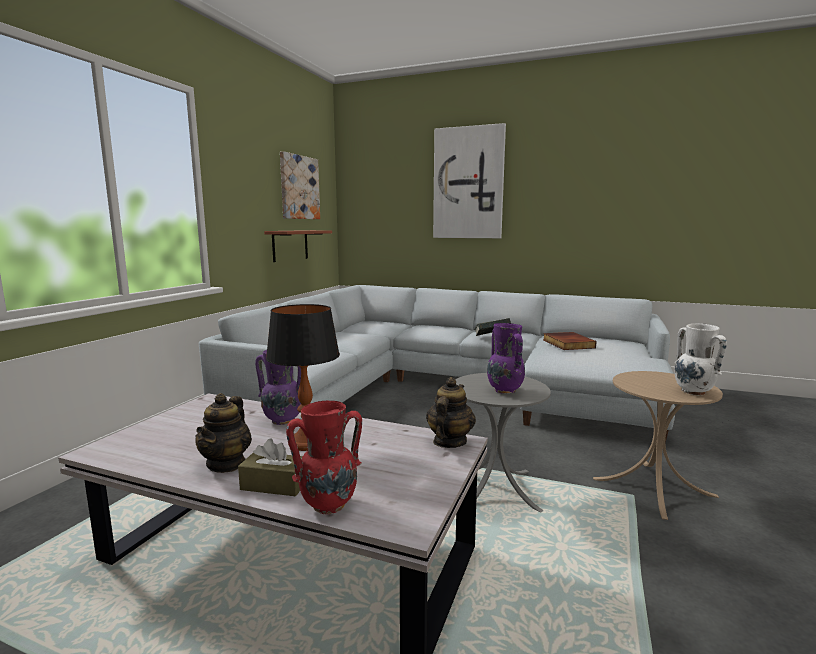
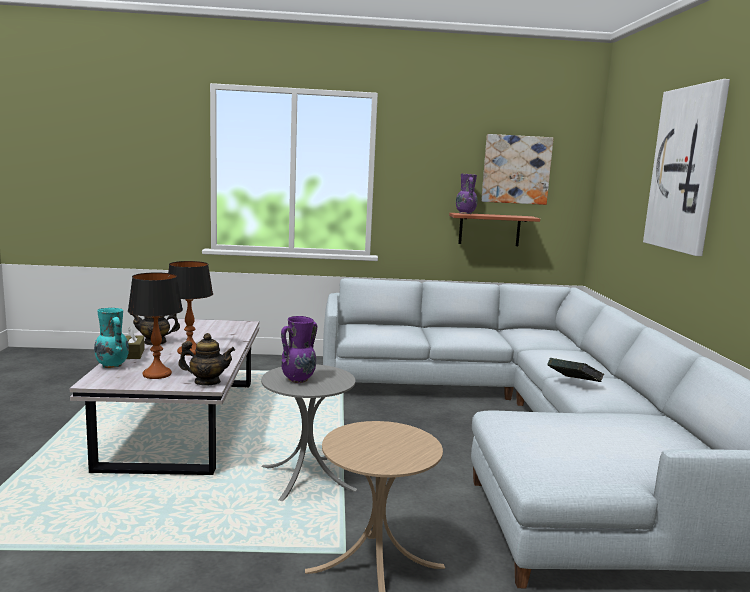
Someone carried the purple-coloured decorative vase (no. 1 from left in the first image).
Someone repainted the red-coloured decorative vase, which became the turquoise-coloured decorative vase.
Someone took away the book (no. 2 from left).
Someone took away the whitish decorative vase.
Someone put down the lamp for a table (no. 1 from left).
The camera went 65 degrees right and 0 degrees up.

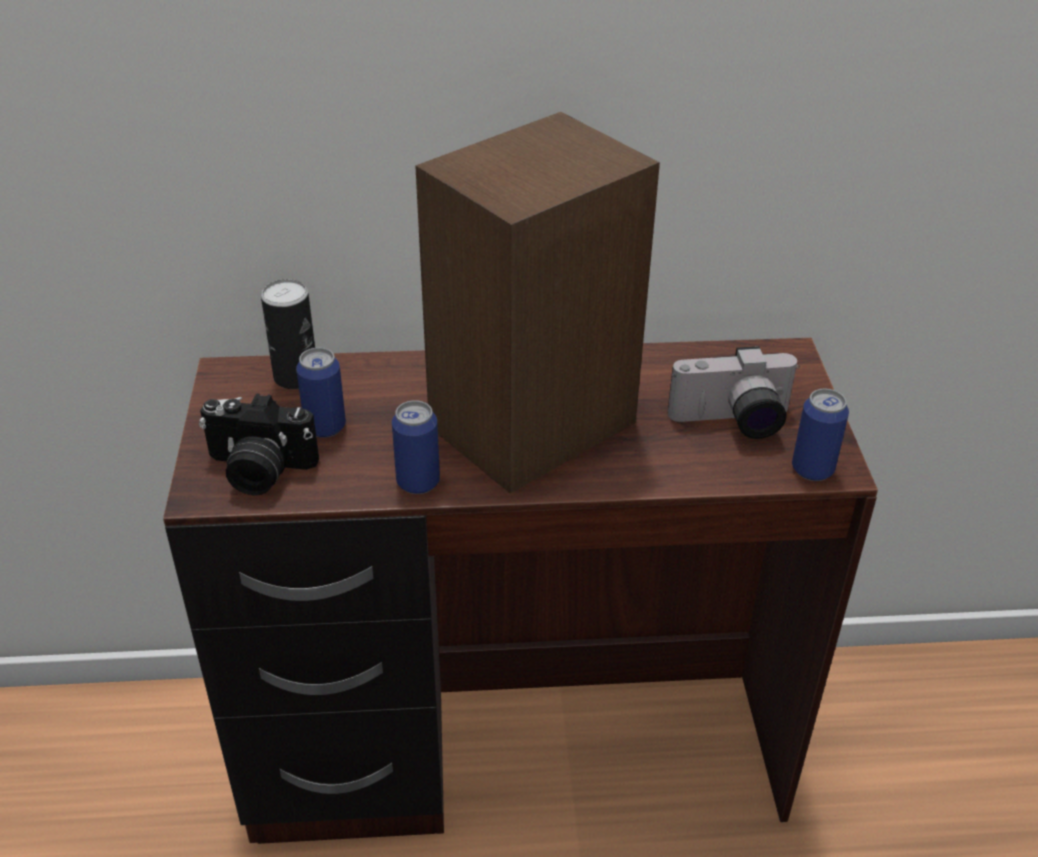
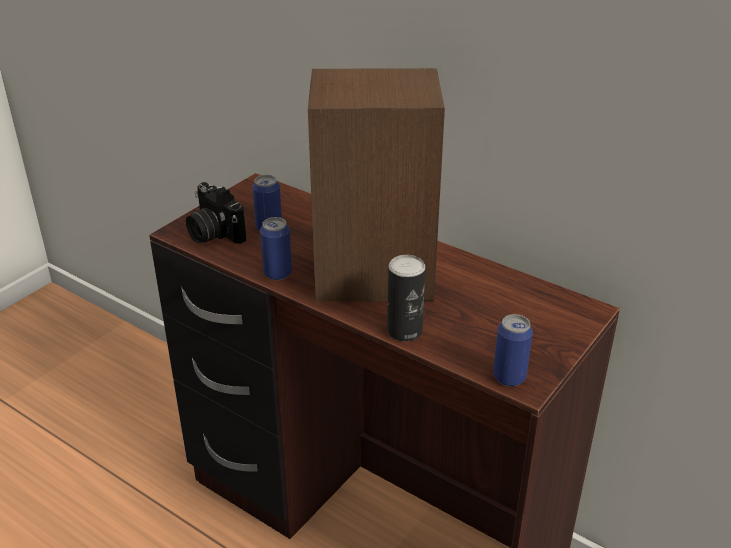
Someone carried the metal can (no. 1 from left in the first image).
Someone took away the still camera (no. 2 from left).
The camera went 40 degrees right and 5 degrees down.

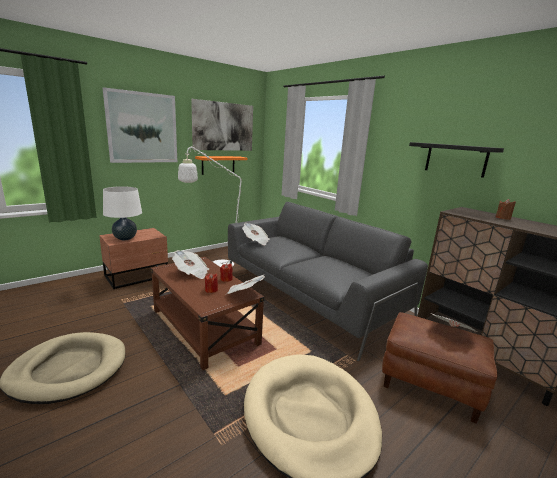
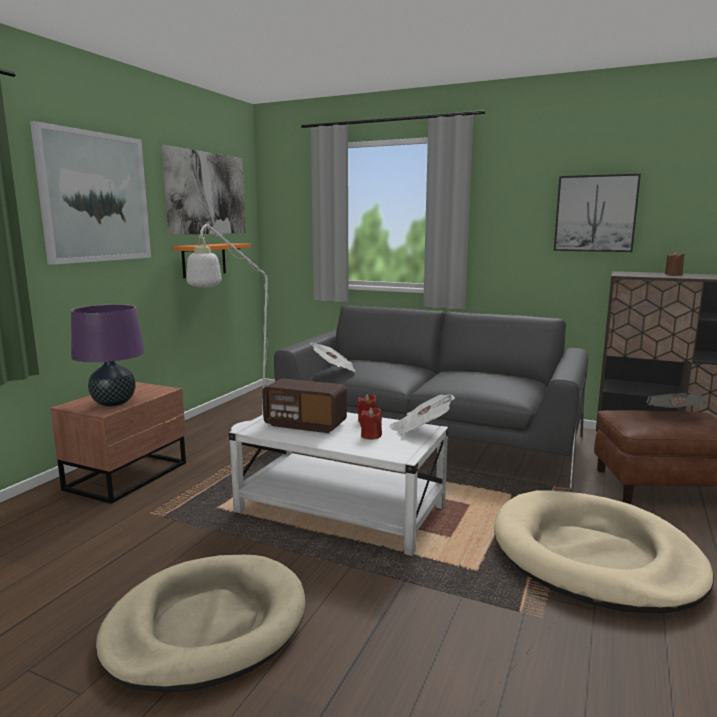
Someone repainted the whitish lamp for a table, which became the purple-coloured lamp for a table.
Someone repainted the brown-coloured lounge table, which became the whitish lounge table.
Someone swapped the printed paper (no. 1 from left) for the radio set.
Someone swapped the black bracket shelf for the wall art (no. 3 from left).
The camera went 25 degrees left and 5 degrees down.

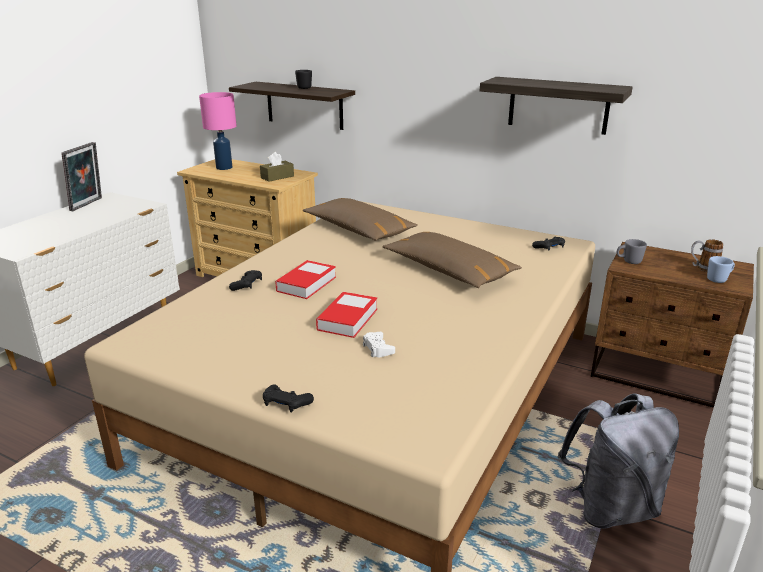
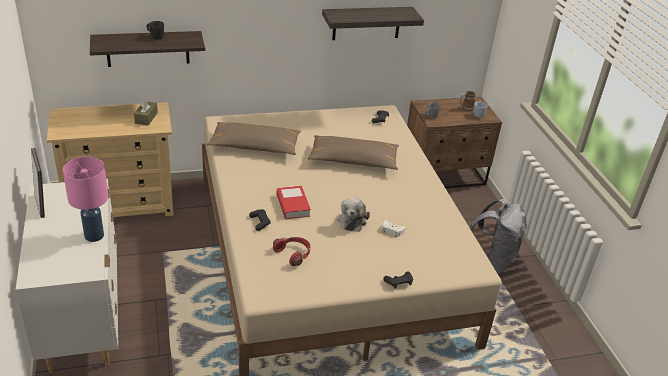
Someone carried the pink lamp for a table.
Someone swapped the book (no. 2 from left) for the plush toy.
Someone put down the red-coloured pair of headphones.
The camera went 45 degrees left and 10 degrees up.

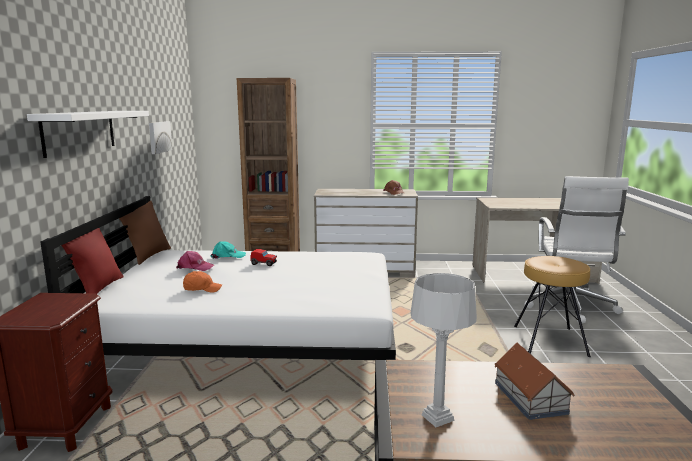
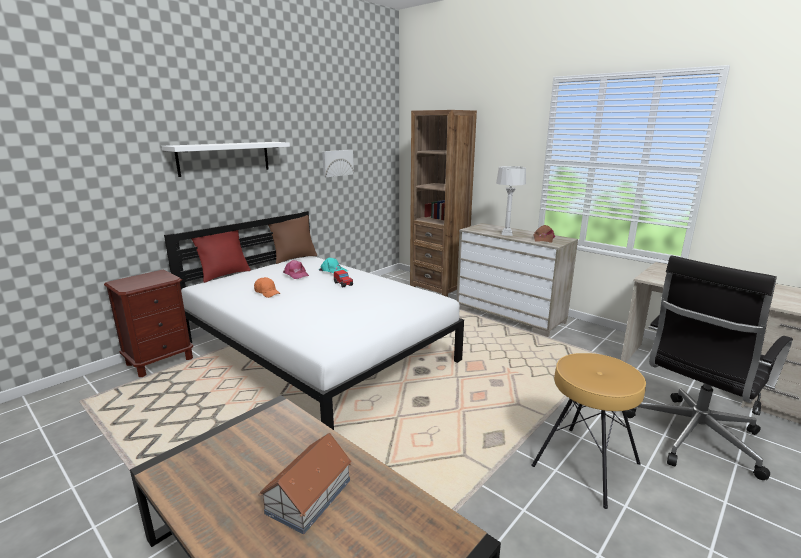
Someone carried the grey lamp for a table.
Someone repainted the whitish office chair, which became the black office chair.
The camera went 40 degrees right and 5 degrees up.

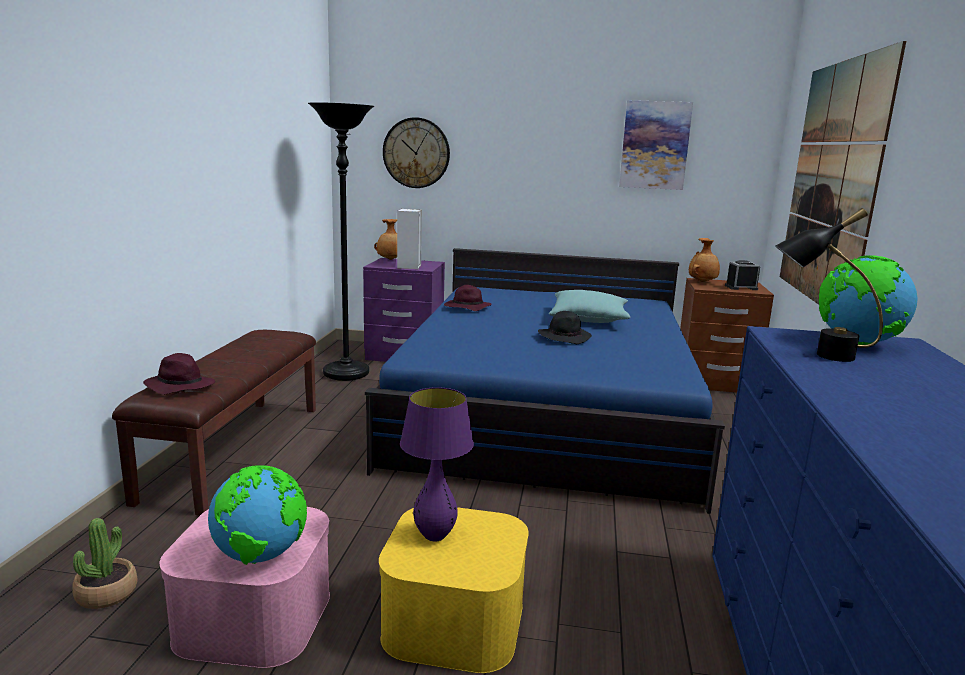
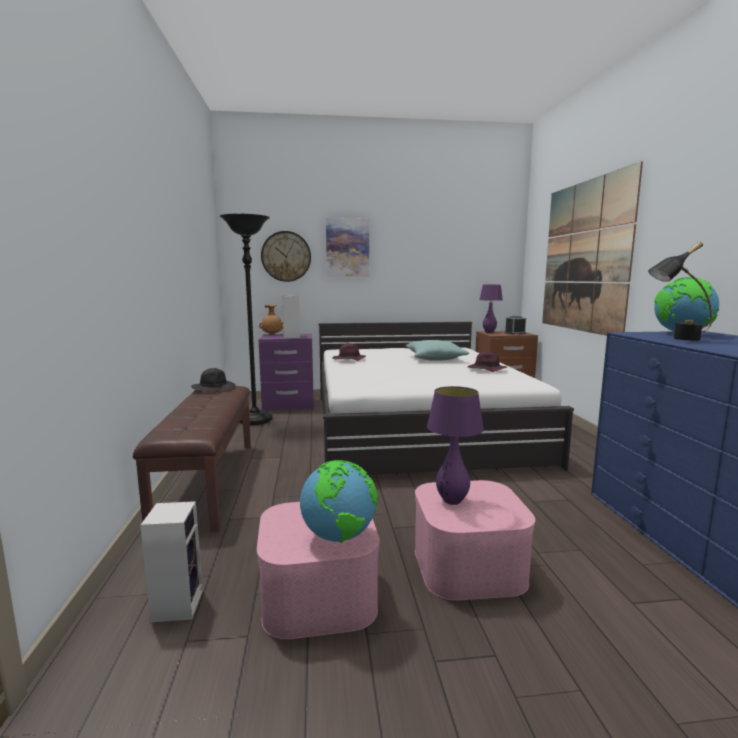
Someone swapped the houseplant for the speaker (no. 1 from left).
Someone carried the purple-coloured clothing hat (no. 1 from left in the first image).
Someone repainted the bluish bed, which became the whitish bed.
Someone repainted the yellow-coloured storage bin, which became the pink storage bin (no. 2 from left).
Someone carried the black clothing hat.
Someone carried the wall art (no. 1 from left).
Someone swapped the brown-coloured decorative vase (no. 2 from left) for the purple-coloured lamp for a table (no. 2 from left).
The camera went 15 degrees left and 5 degrees down.

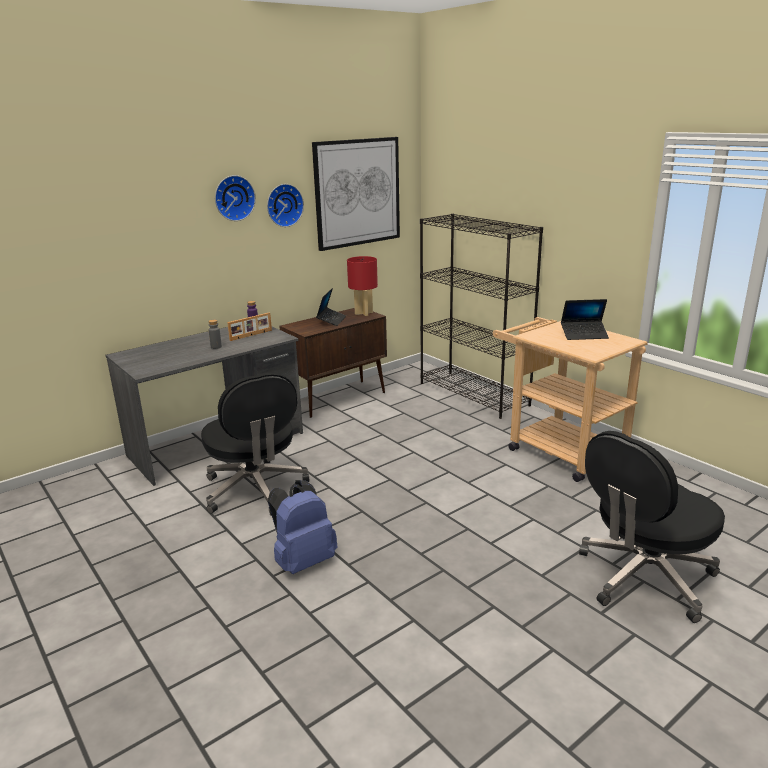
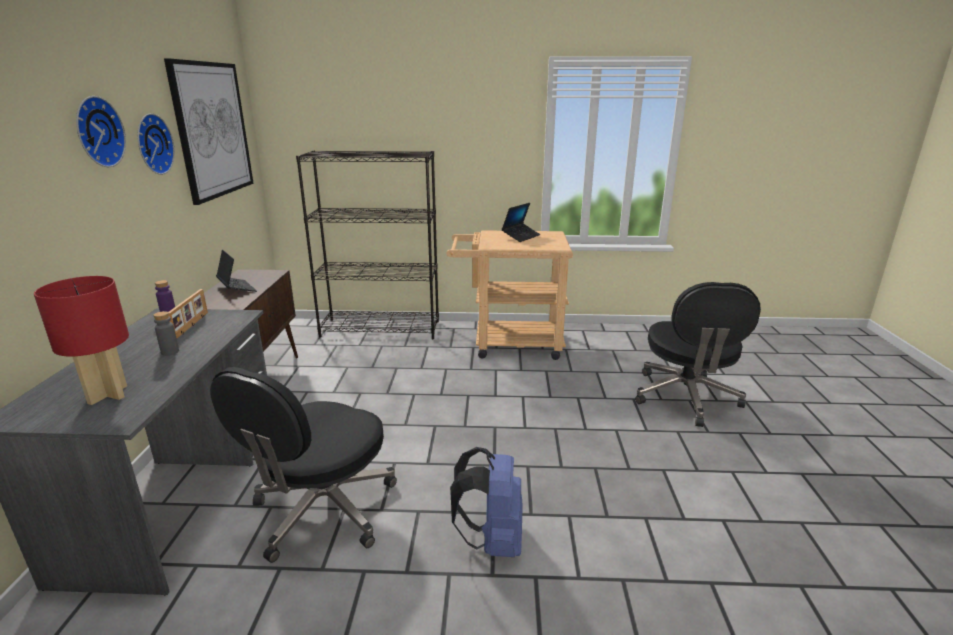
Someone rotated the black office chair (no. 1 from left) by 105 degrees clockwise.
Someone carried the red-coloured lamp for a table.
The camera went 50 degrees left and 0 degrees up.

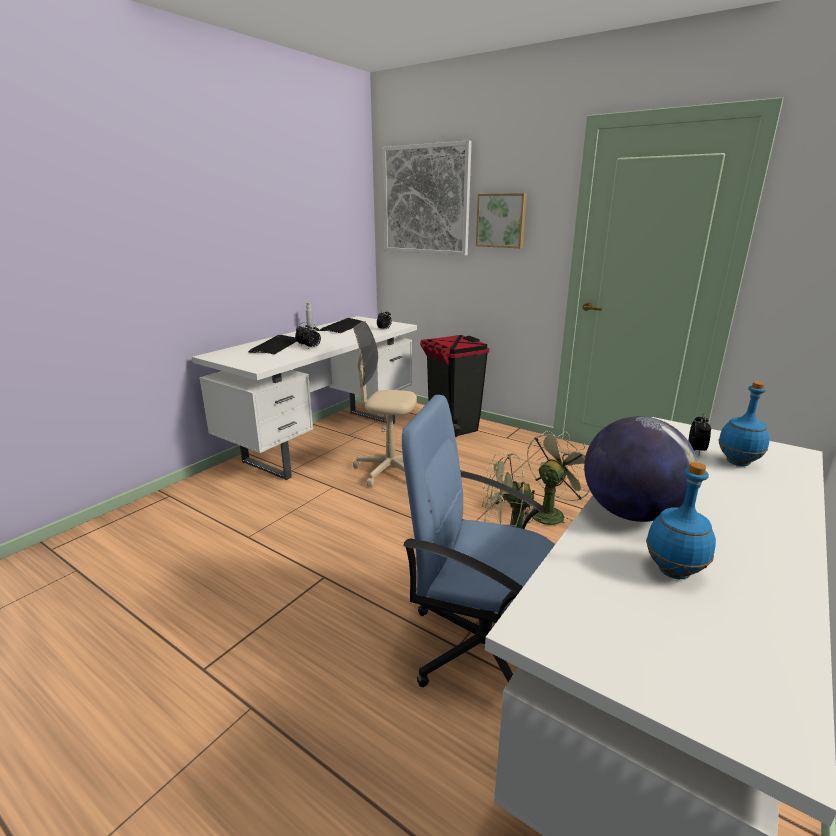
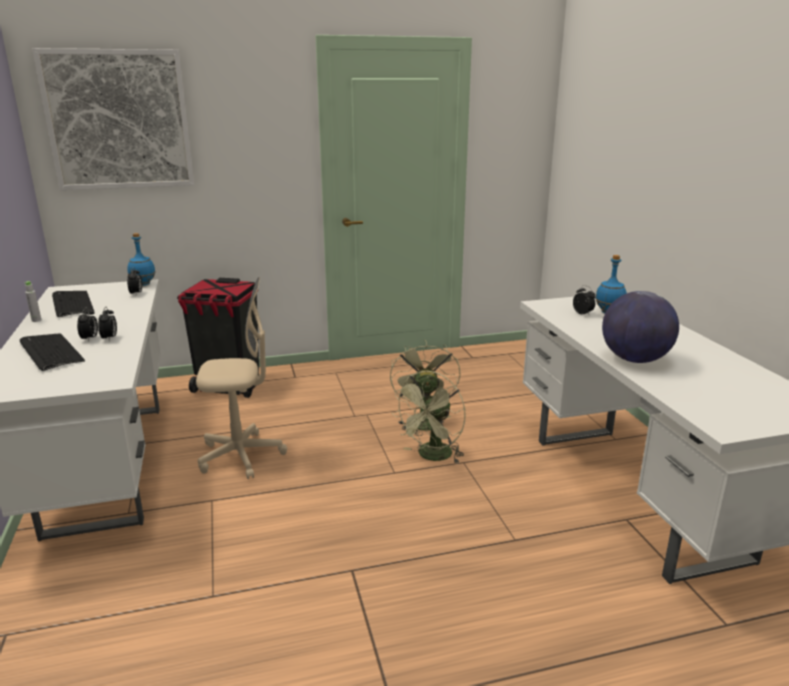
Someone rotated the sand-coloured office chair by 150 degrees counterclockwise.
Someone took away the bluish office chair.
Someone took away the wall art (no. 2 from left).
Someone carried the bluish drink bottle (no. 1 from left).
The camera went 50 degrees left and 0 degrees up.

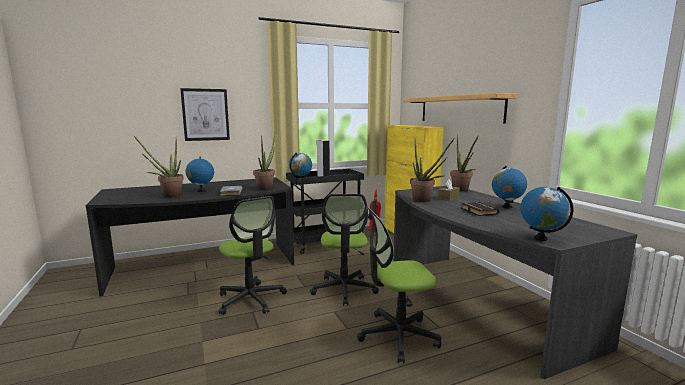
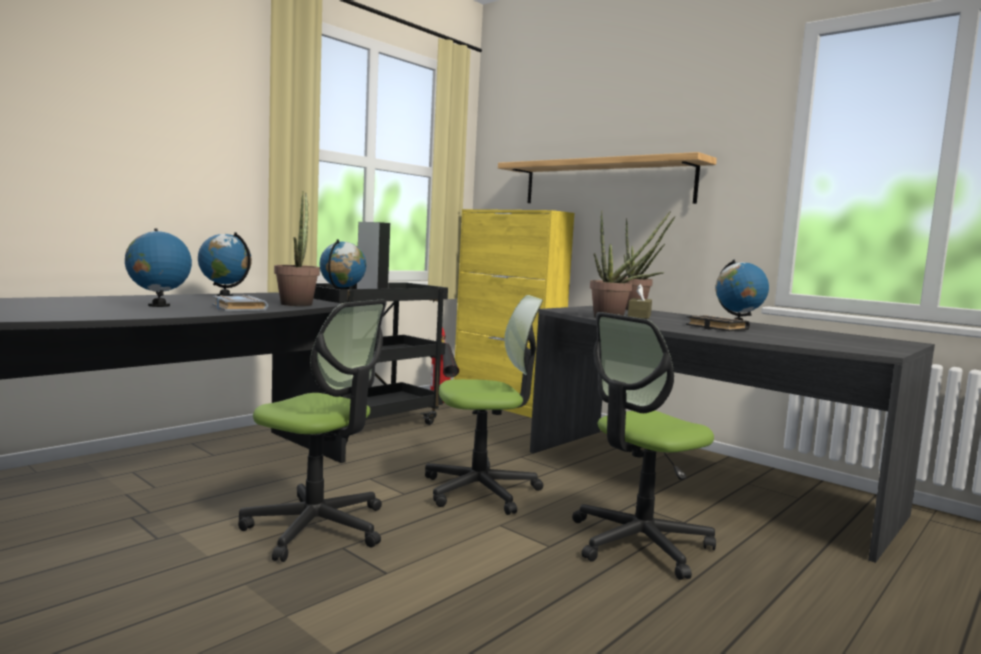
Someone took away the houseplant (no. 1 from left).
Someone took away the wall art.
Someone rotated the office chair (no. 2 from left) by 75 degrees counterclockwise.
Someone carried the desk globe (no. 4 from left in the first image).
The camera went 25 degrees left and 5 degrees down.

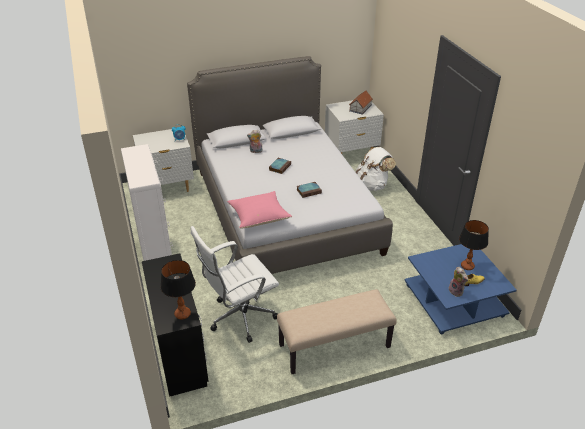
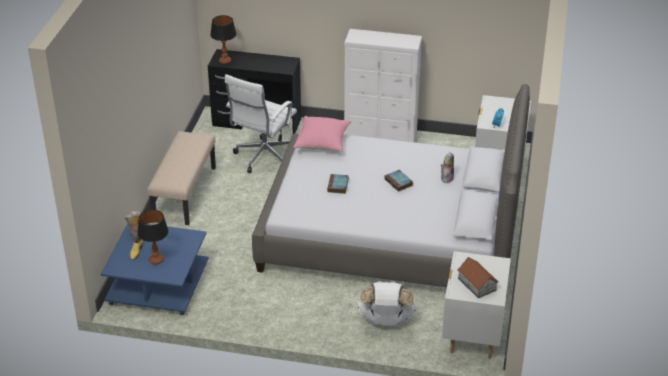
Someone rotated the whitish office chair by 150 degrees counterclockwise.
The camera went 120 degrees right and 0 degrees up.

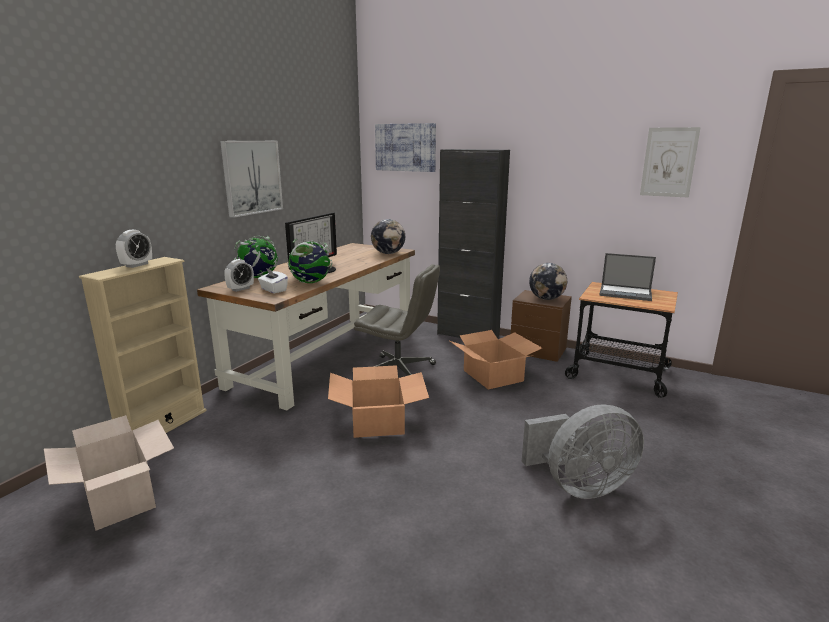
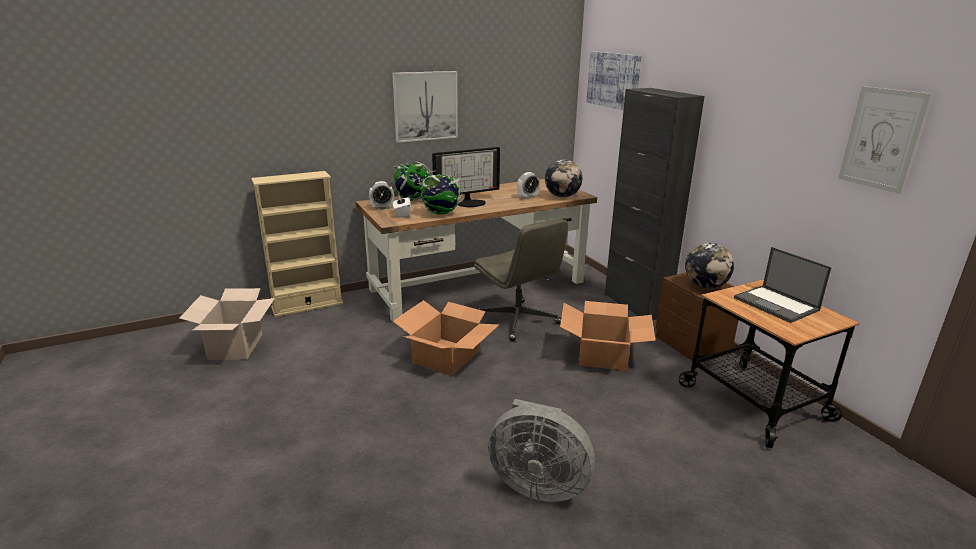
Someone carried the bedside clock (no. 1 from left in the first image).
The camera went 35 degrees right and 5 degrees up.

